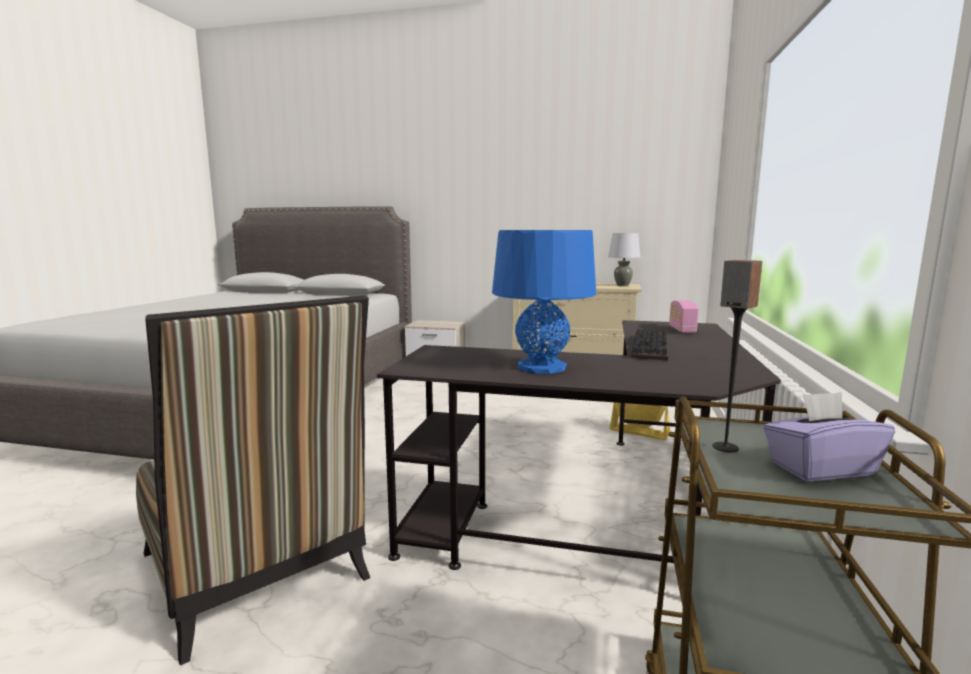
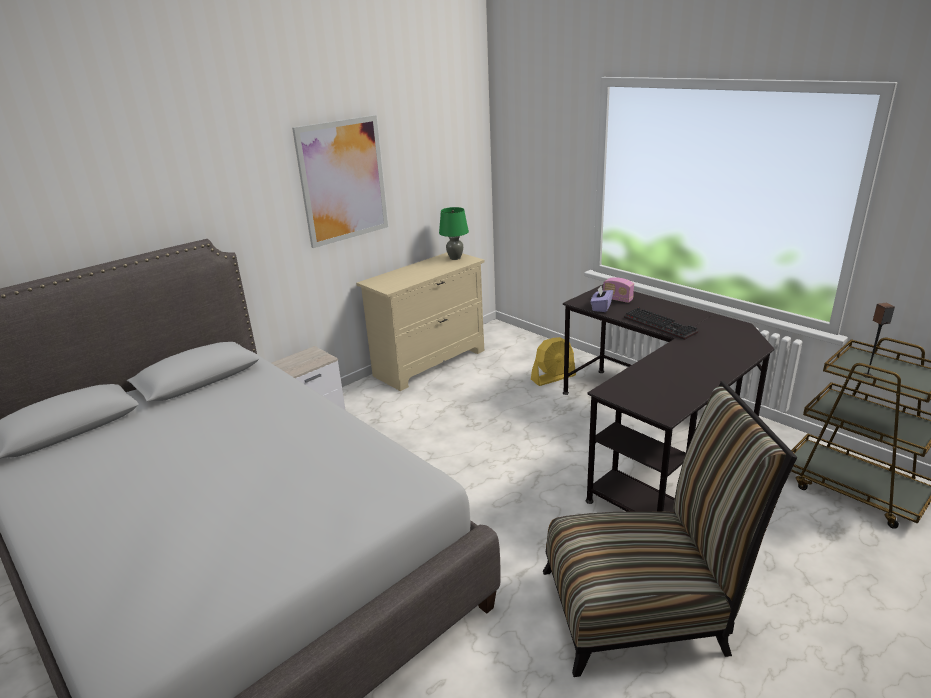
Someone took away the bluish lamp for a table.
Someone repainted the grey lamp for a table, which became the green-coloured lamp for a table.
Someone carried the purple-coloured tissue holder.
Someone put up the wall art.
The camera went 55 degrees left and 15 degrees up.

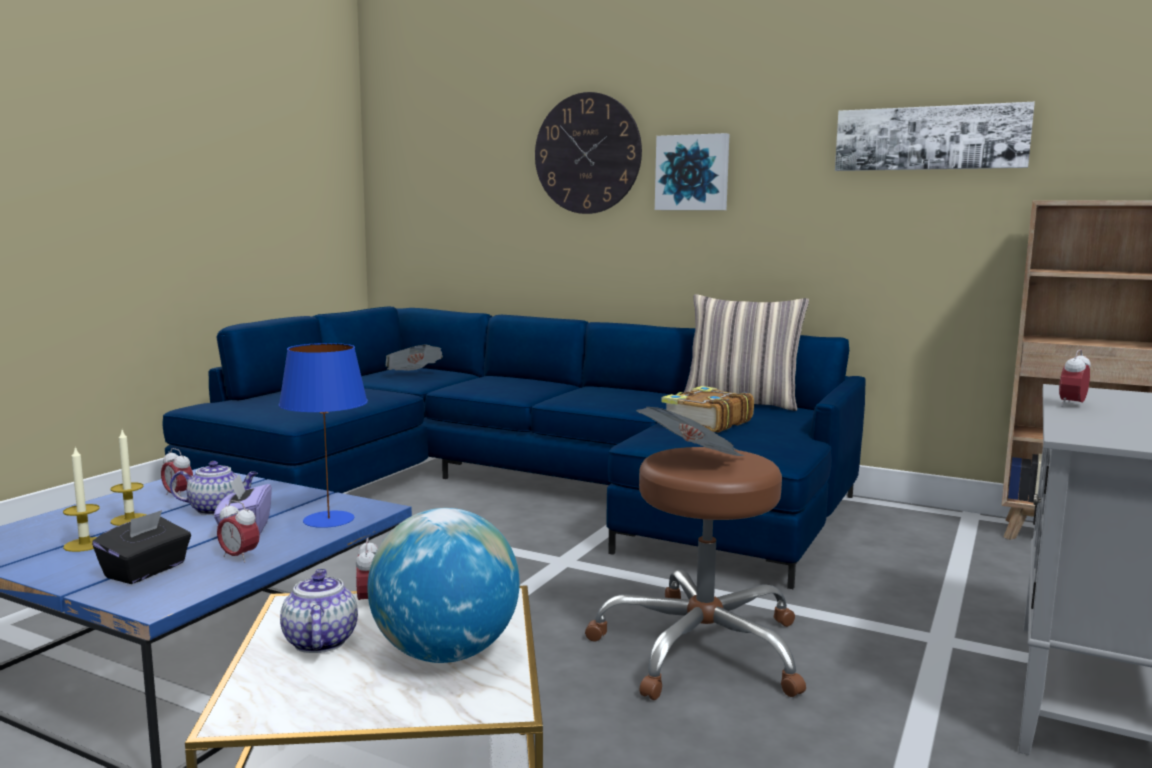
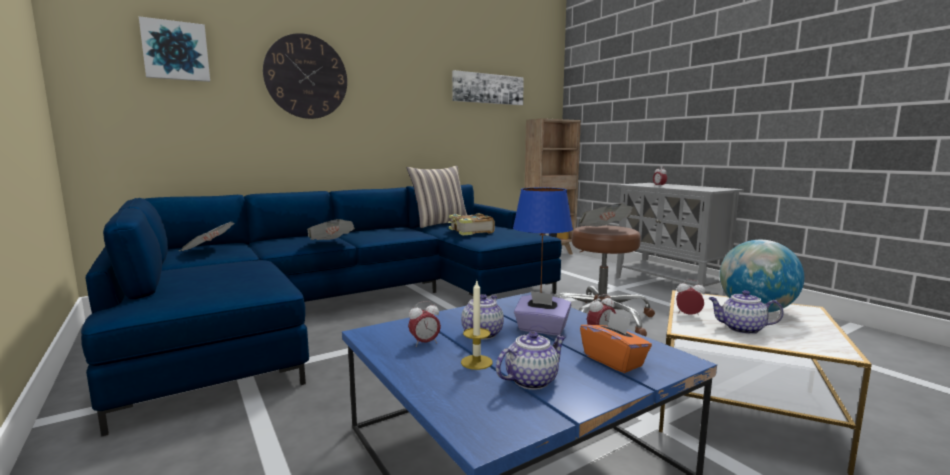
Someone swapped the wax candle (no. 1 from left) for the tea pot (no. 2 from left).
Someone repainted the black tissue holder, which became the orange tissue holder.
Someone carried the wall art (no. 1 from left).
Someone put down the printed paper (no. 2 from left).
The camera went 60 degrees left and 0 degrees up.

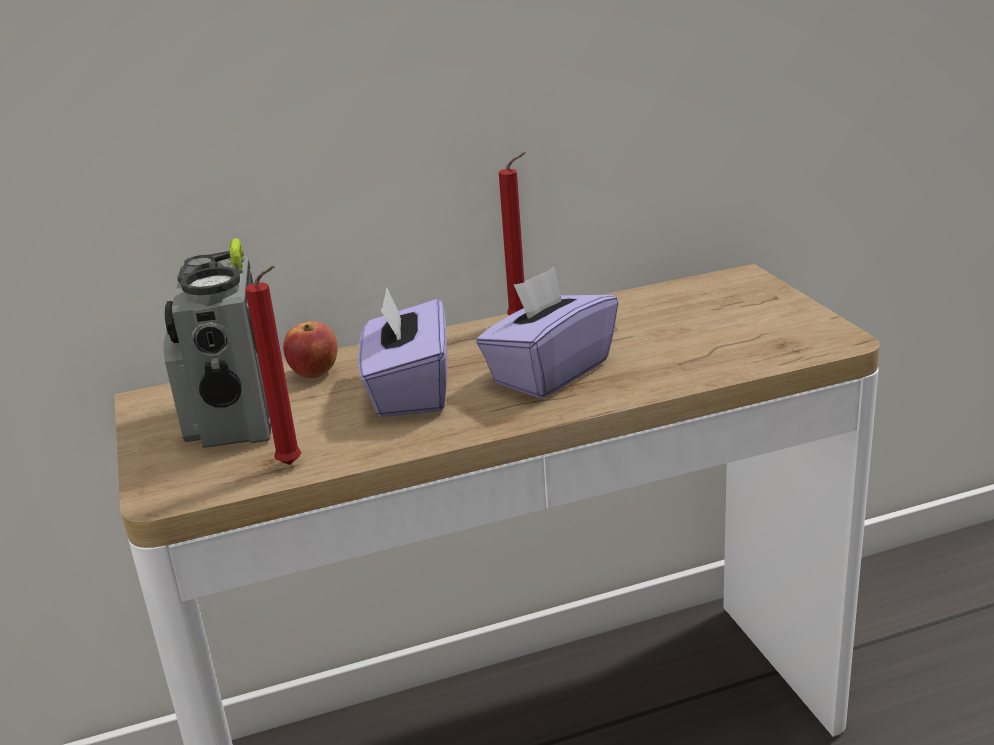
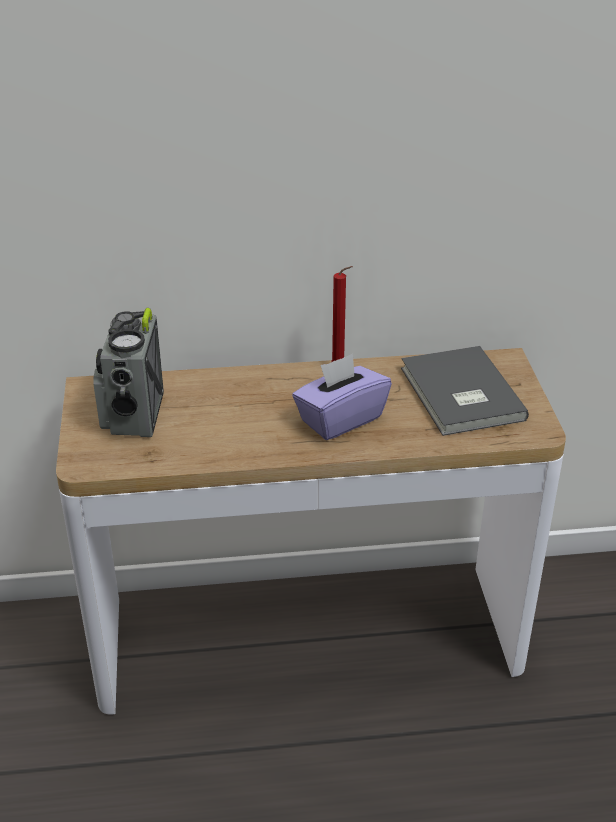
Someone took away the red-coloured wax candle (no. 1 from left).
Someone took away the apple.
Someone took away the purple-coloured tissue holder (no. 1 from left).
Someone put down the grey book.
The camera went 10 degrees right and 10 degrees up.

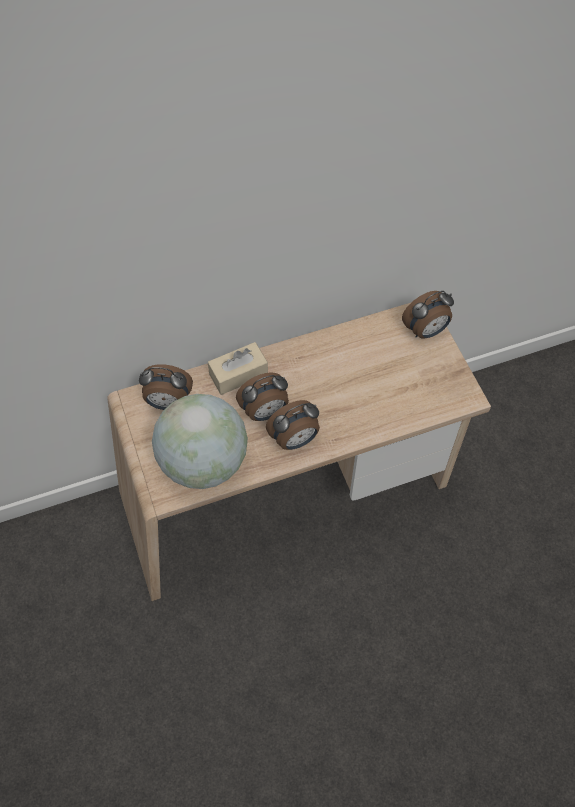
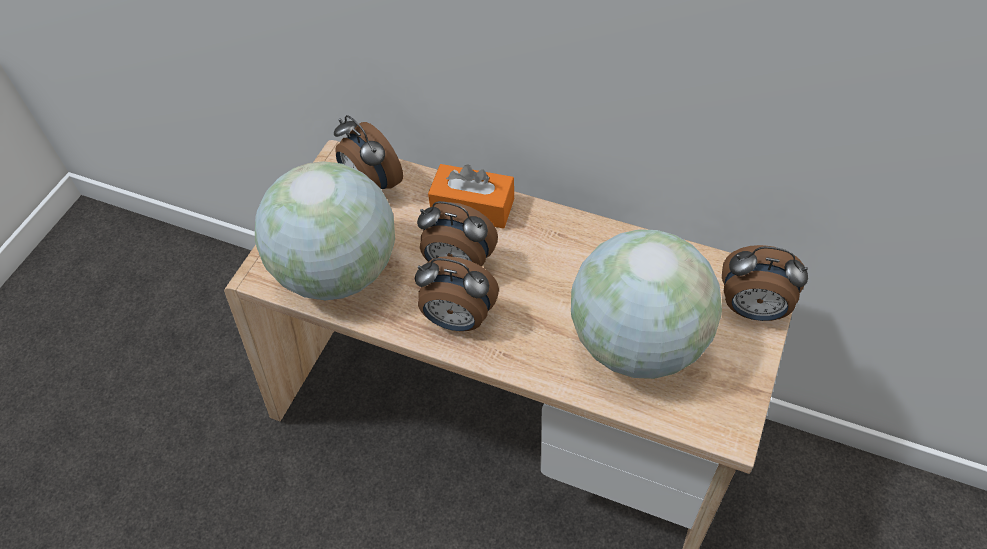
Someone repainted the sand-coloured tissue holder, which became the orange tissue holder.
Someone put down the desk globe (no. 2 from left).
The camera went 45 degrees right and 5 degrees down.

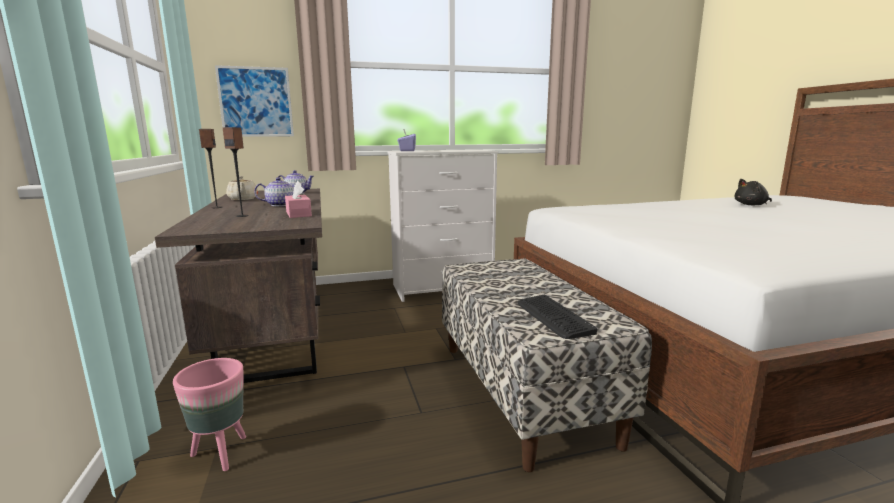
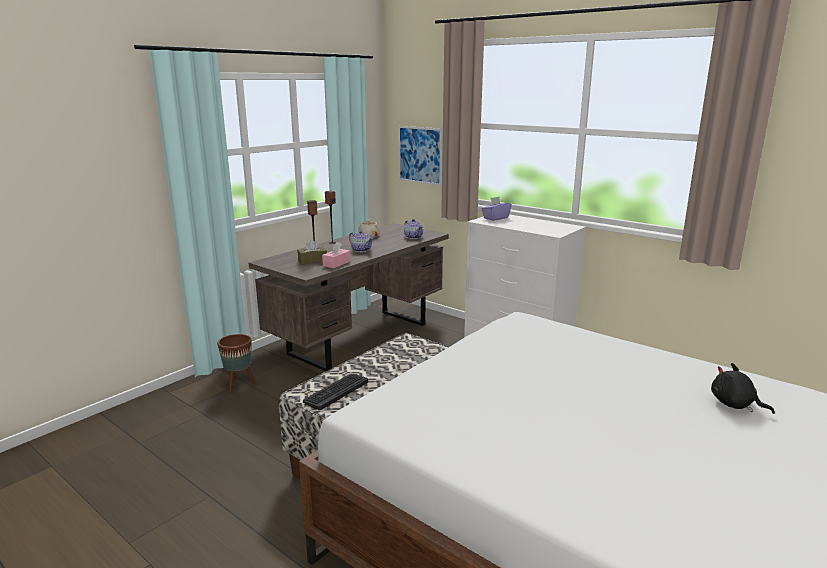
Someone repainted the pink planter, which became the brown-coloured planter.
Someone put down the brown-coloured tissue holder.
The camera went 55 degrees right and 5 degrees up.

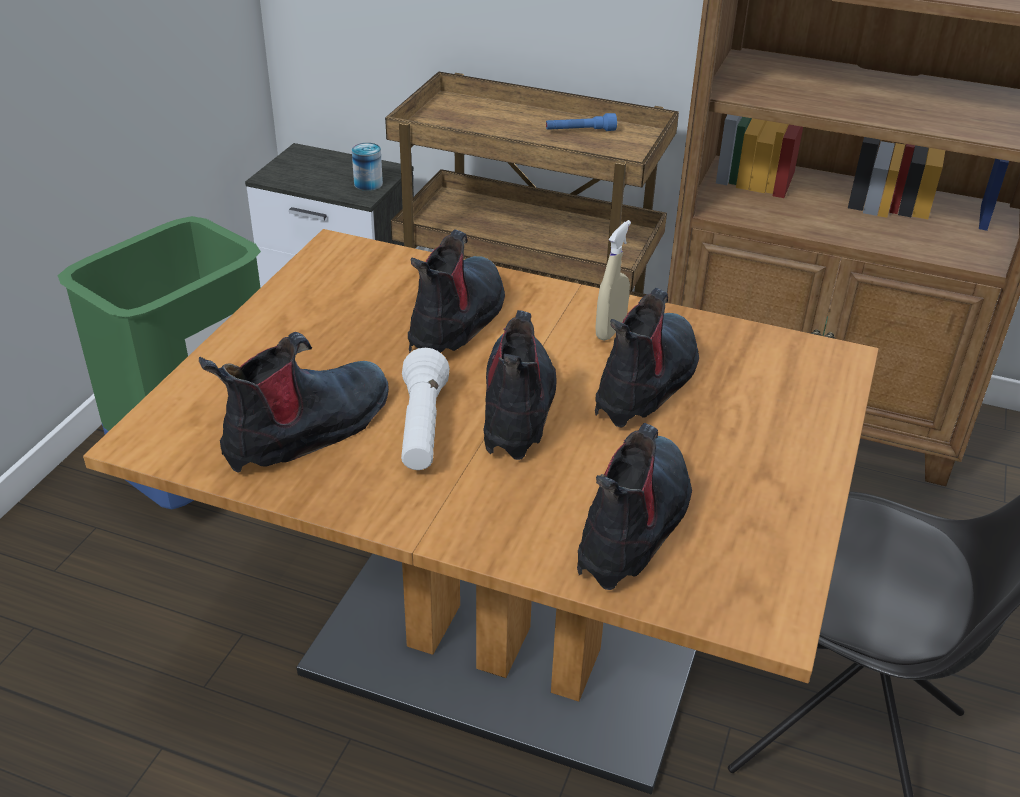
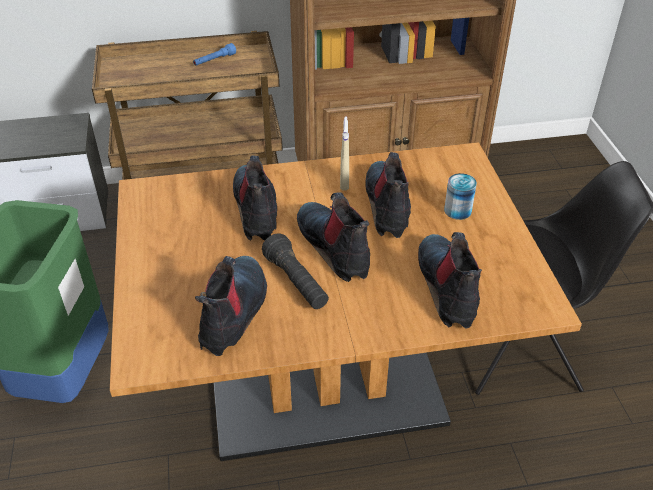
Someone carried the metal can.
Someone repainted the whitish hand torch, which became the black hand torch.
The camera went 30 degrees left and 5 degrees up.

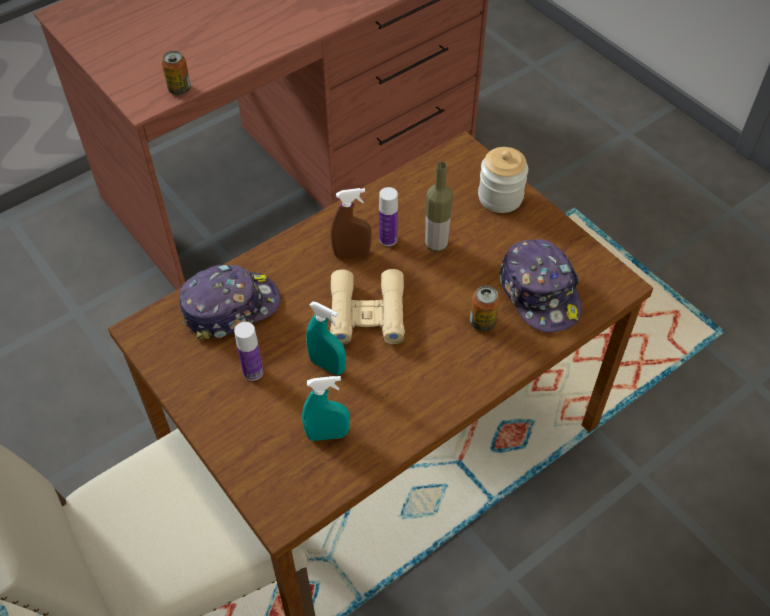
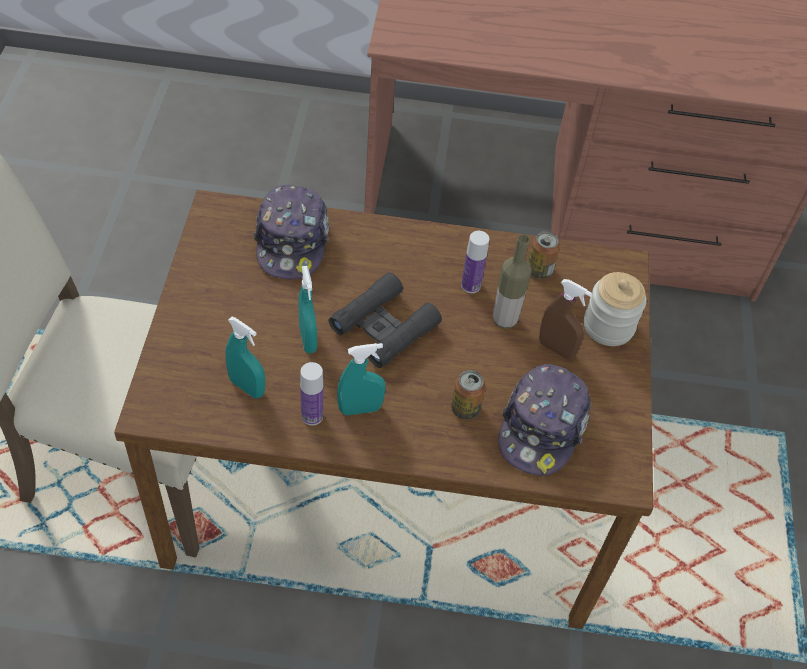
Someone carried the metal can (no. 1 from left in the first image).
Someone rotated the baseball cap (no. 1 from left) by 75 degrees clockwise.
Someone carried the drink bottle (no. 1 from left).
Someone repainted the sand-coloured binoculars, which became the black binoculars.
Someone carried the brown-coloured sprayer.
Someone put down the turquoise-coloured sprayer (no. 3 from left).
The camera went 40 degrees right and 0 degrees up.

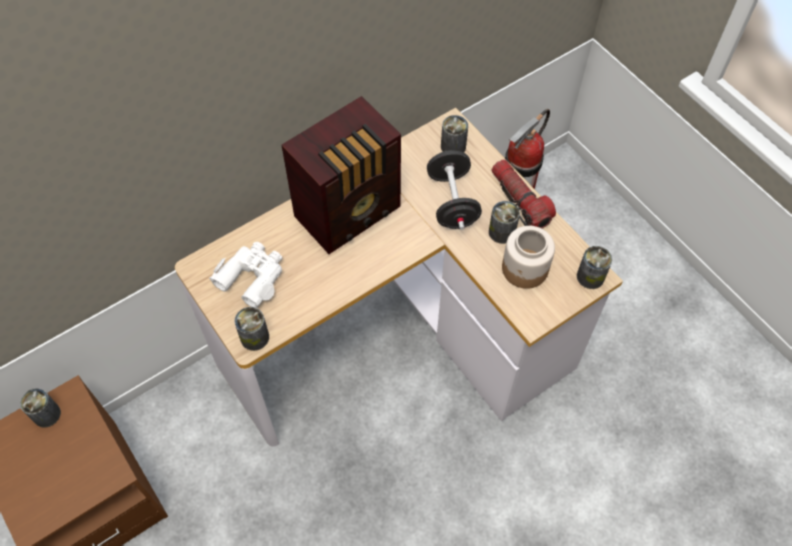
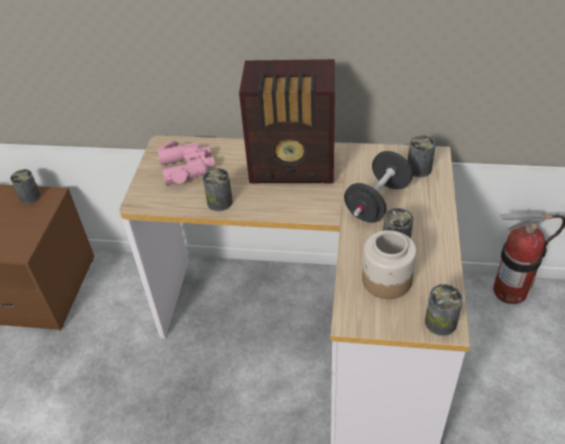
Someone repainted the whitish binoculars, which became the pink binoculars.
Someone carried the metal can (no. 2 from left).
Someone took away the hand torch.
The camera went 45 degrees right and 15 degrees down.

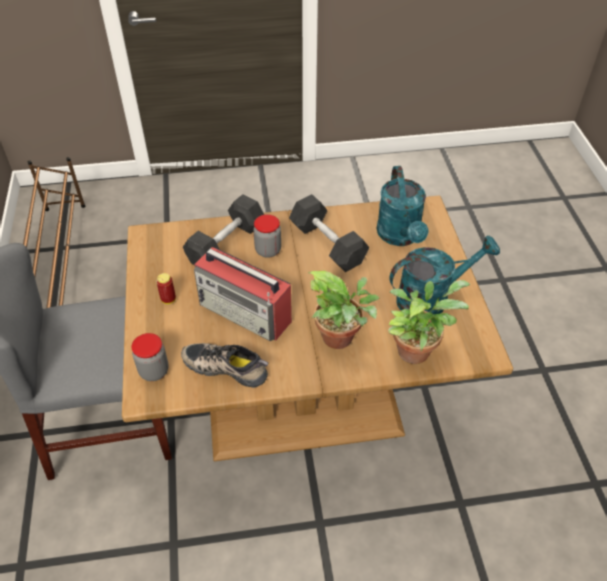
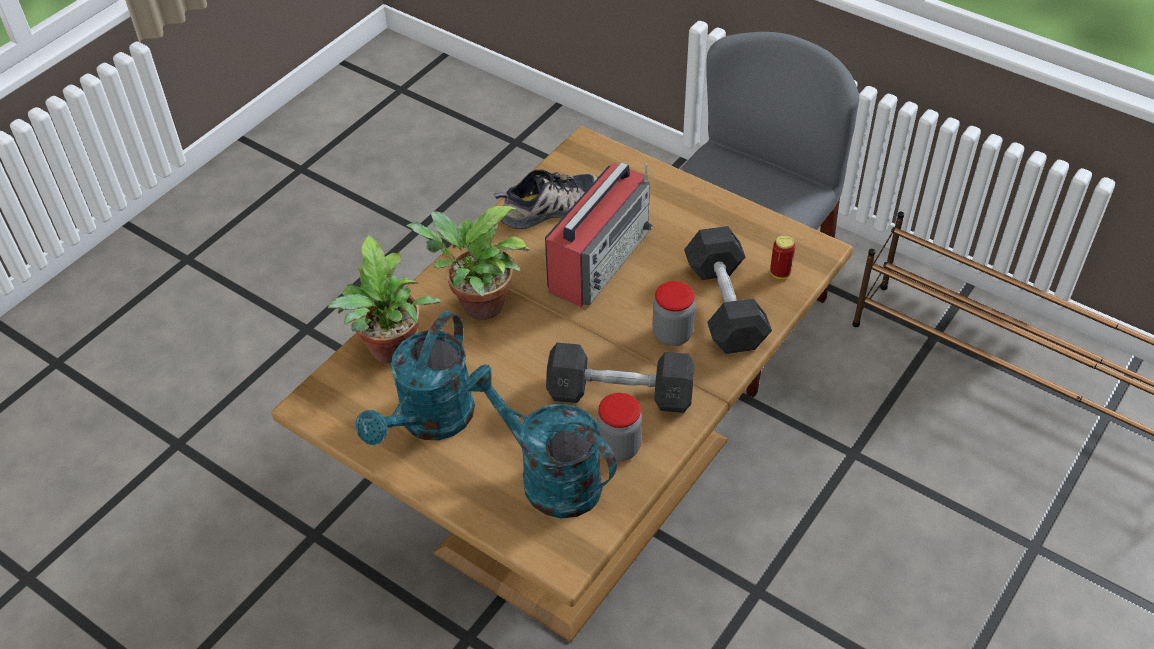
Someone carried the jar (no. 1 from left).
Someone carried the metal can.
Someone rotated the radio set by 135 degrees clockwise.
The camera went 135 degrees right and 0 degrees up.

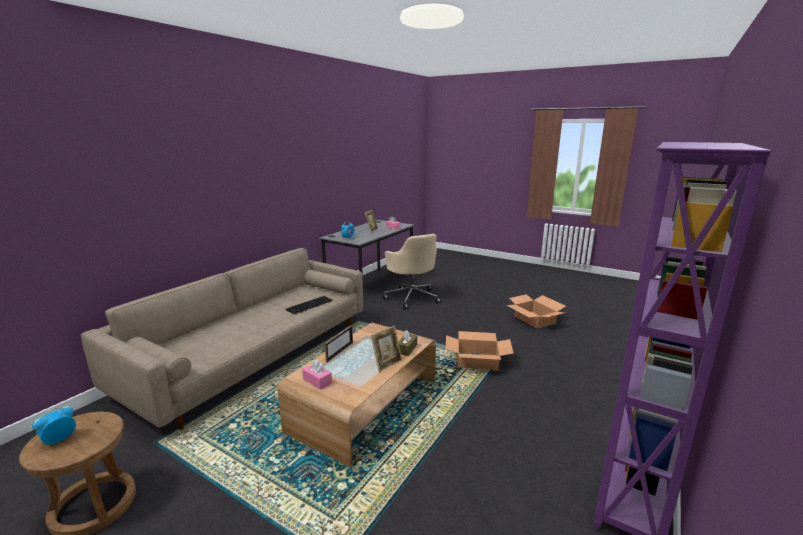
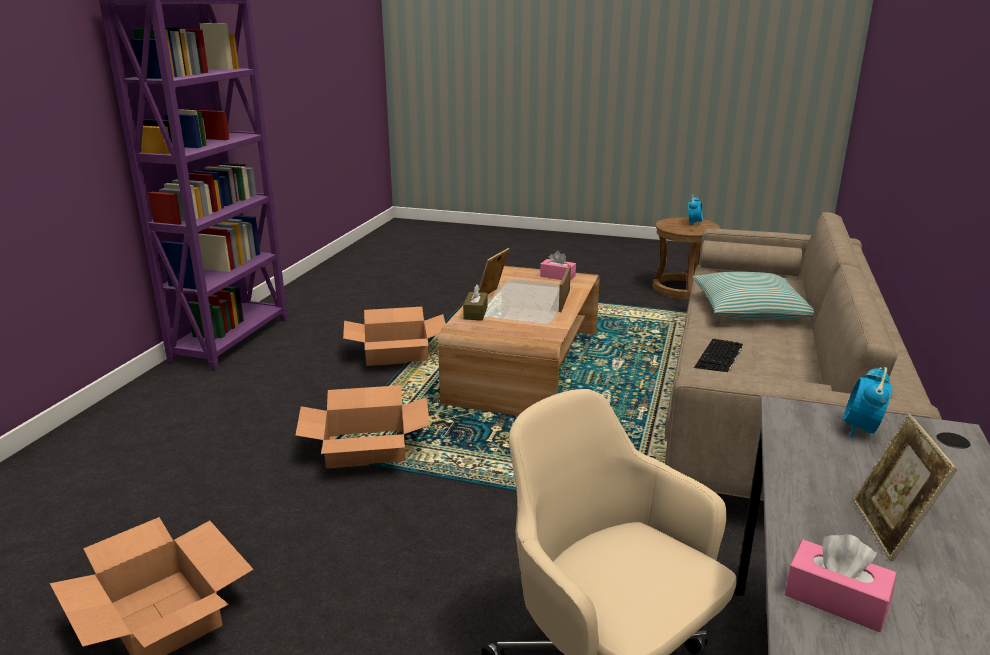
Someone put down the carton (no. 3 from left).
Someone put down the cushion.
The camera went 165 degrees right and 5 degrees up.

